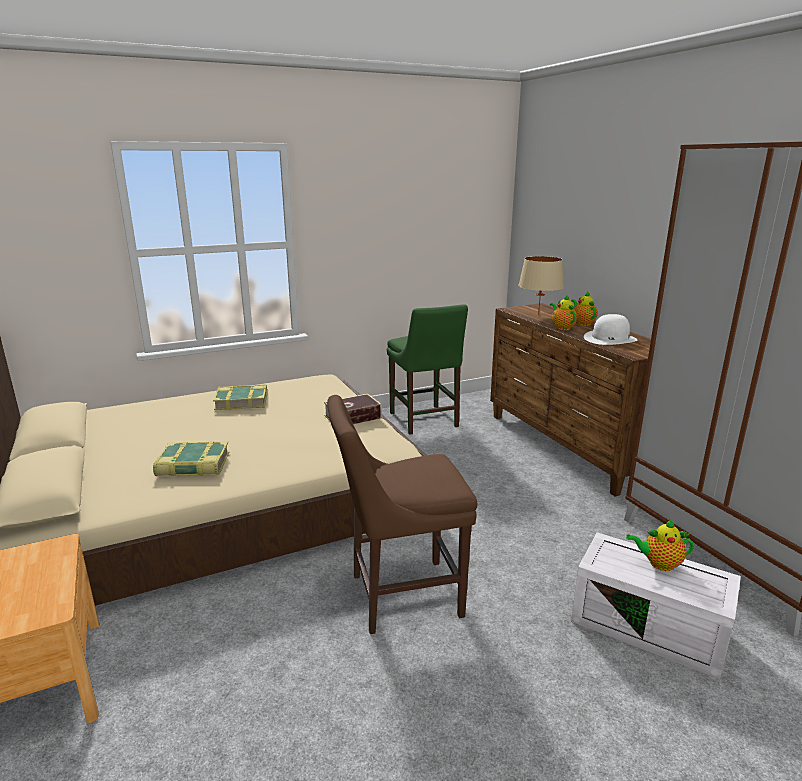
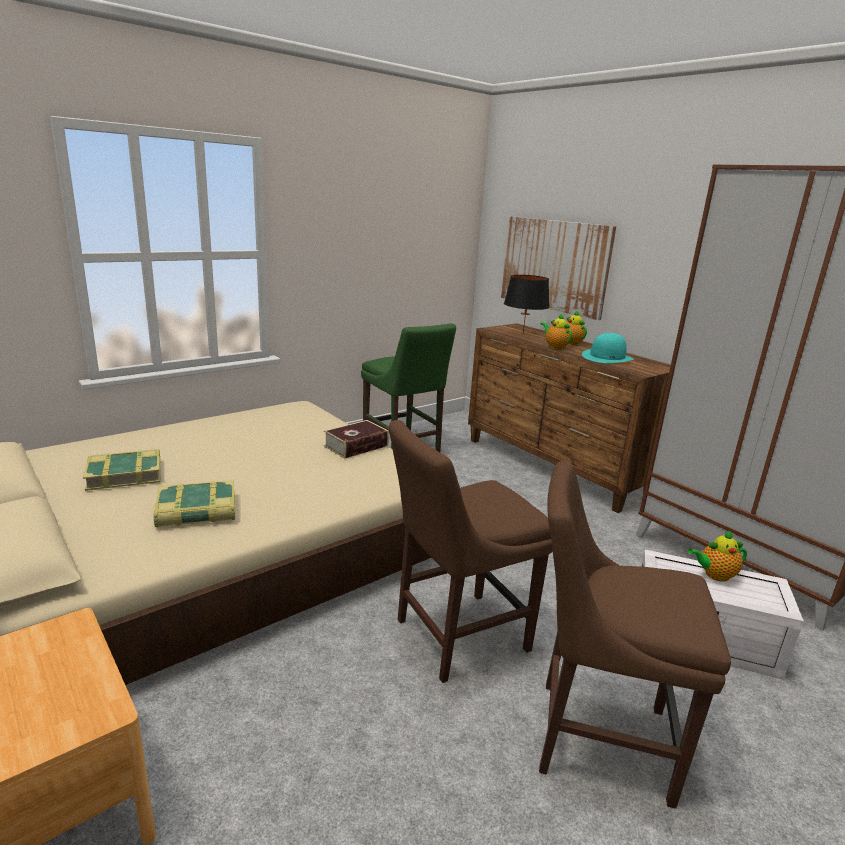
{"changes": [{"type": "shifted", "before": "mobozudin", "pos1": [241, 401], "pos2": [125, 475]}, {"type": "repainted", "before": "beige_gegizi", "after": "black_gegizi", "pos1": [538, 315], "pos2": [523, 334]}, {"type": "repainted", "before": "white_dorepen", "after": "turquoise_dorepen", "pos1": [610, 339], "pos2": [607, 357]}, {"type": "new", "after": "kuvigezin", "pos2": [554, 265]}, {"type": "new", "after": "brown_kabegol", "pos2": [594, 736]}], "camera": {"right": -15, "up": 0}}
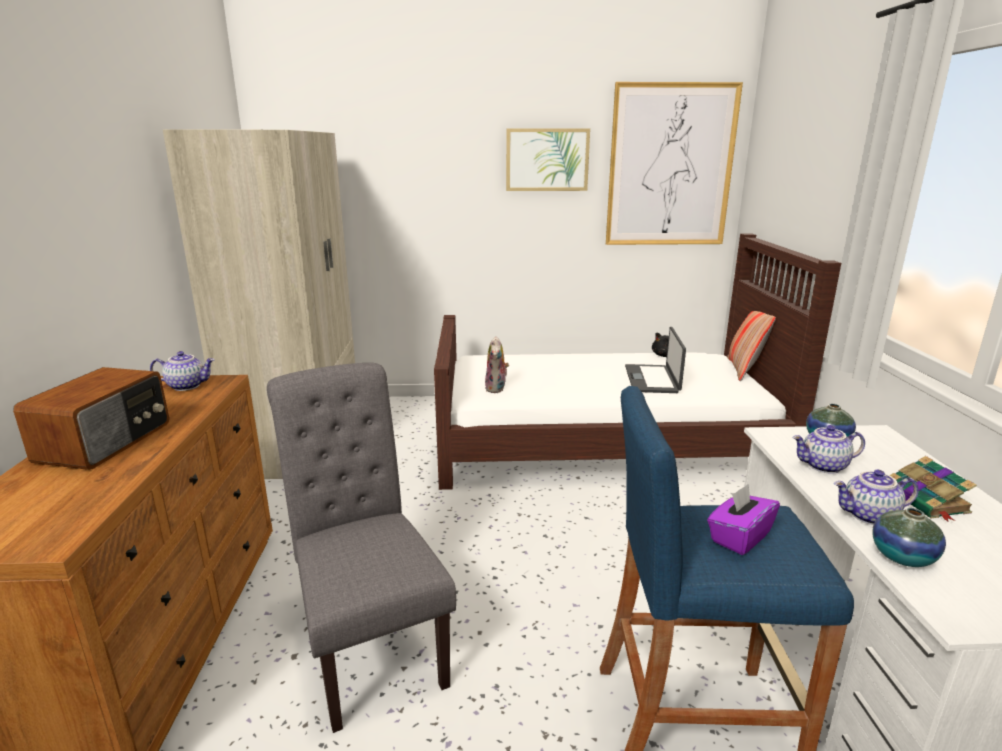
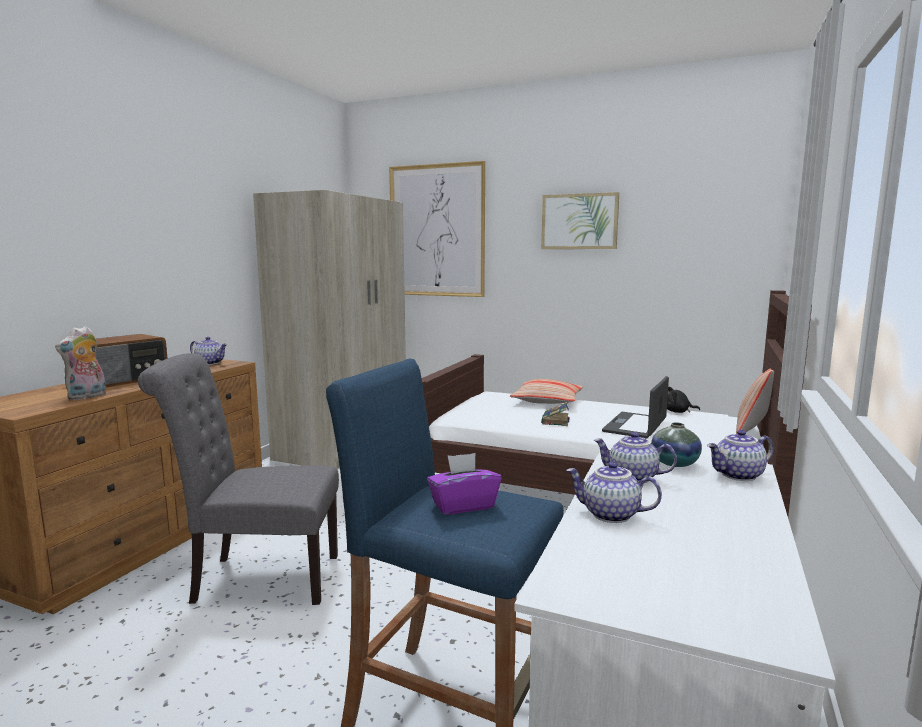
{"changes": [{"type": "rotated", "before": "grey_kabegol", "pos1": [369, 643], "pos2": [258, 579], "turn": -90}, {"type": "shifted", "before": "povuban", "pos1": [497, 389], "pos2": [87, 396]}, {"type": "shifted", "before": "kuvigezin", "pos1": [670, 166], "pos2": [437, 231]}, {"type": "gone", "before": "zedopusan", "pos1": [902, 557]}, {"type": "shifted", "before": "mobozudin", "pos1": [926, 501], "pos2": [555, 421]}, {"type": "new", "after": "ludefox", "pos2": [547, 401]}, {"type": "new", "after": "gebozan", "pos2": [738, 475]}], "camera": {"right": 25, "up": -10}}
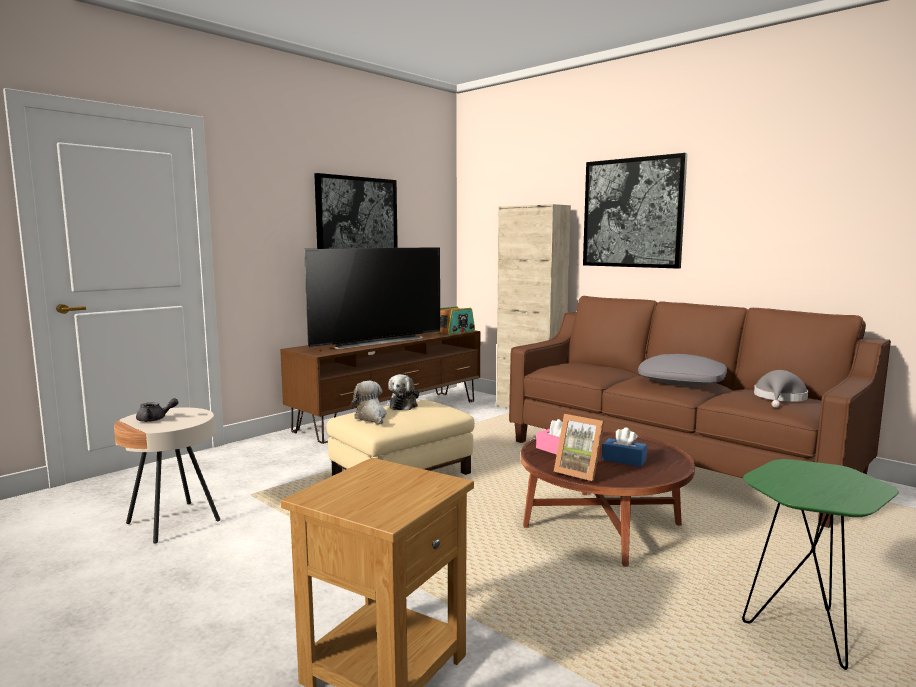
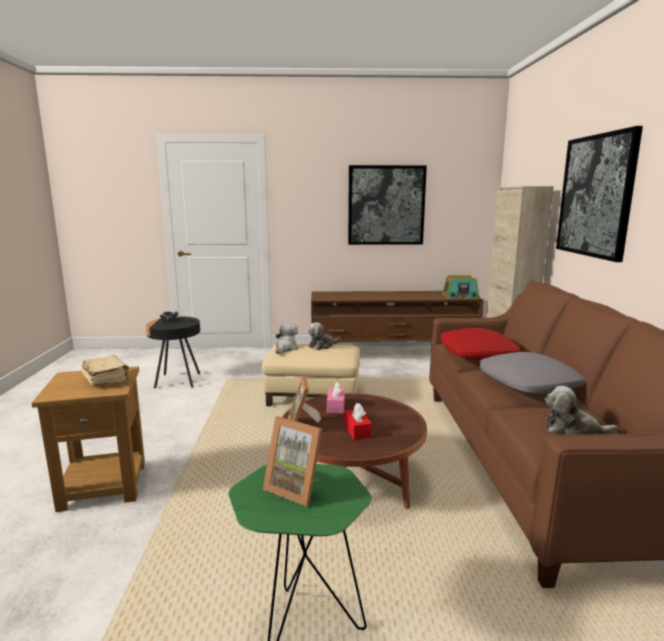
{"changes": [{"type": "repainted", "before": "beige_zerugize", "after": "black_zerugize", "pos1": [173, 522], "pos2": [178, 380]}, {"type": "gone", "before": "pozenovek", "pos1": [375, 341]}, {"type": "repainted", "before": "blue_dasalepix", "after": "red_dasalepix", "pos1": [624, 460], "pos2": [357, 430]}, {"type": "swapped", "before": "grey_dorepen", "after": "povuban", "pos1": [779, 398], "pos2": [573, 430]}, {"type": "new", "after": "beige_mobozudin", "pos2": [106, 379]}, {"type": "new", "after": "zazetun", "pos2": [296, 488]}, {"type": "new", "after": "red_ludefox", "pos2": [478, 354]}], "camera": {"right": 45, "up": 5}}
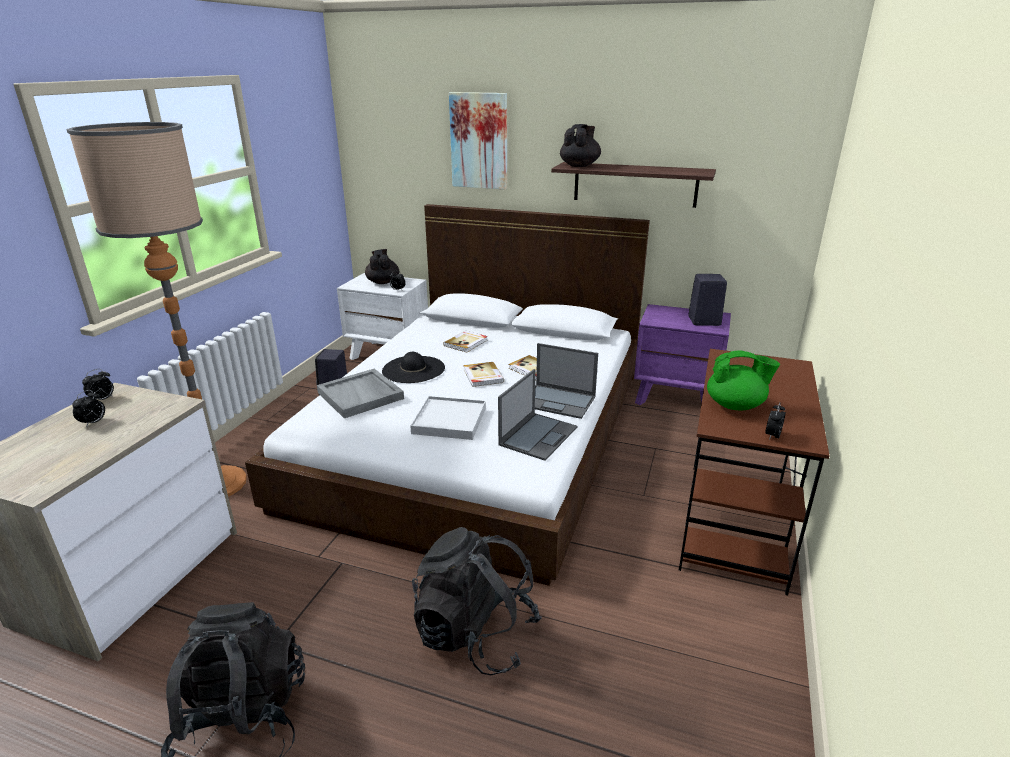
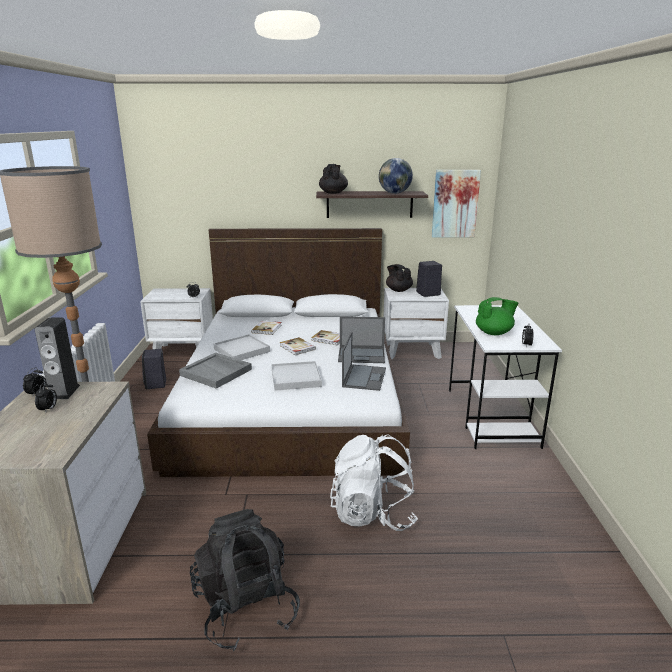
{"changes": [{"type": "shifted", "before": "black_gebozan", "pos1": [383, 282], "pos2": [398, 290]}, {"type": "swapped", "before": "black_dorepen", "after": "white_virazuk", "pos1": [413, 369], "pos2": [242, 350]}, {"type": "repainted", "before": "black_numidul", "after": "white_numidul", "pos1": [476, 634], "pos2": [373, 513]}, {"type": "shifted", "before": "kuvigezin", "pos1": [479, 141], "pos2": [455, 204]}, {"type": "repainted", "before": "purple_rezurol", "after": "white_rezurol", "pos1": [676, 397], "pos2": [412, 350]}, {"type": "repainted", "before": "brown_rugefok", "after": "white_rugefok", "pos1": [734, 524], "pos2": [491, 417]}, {"type": "new", "after": "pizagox", "pos2": [64, 392]}, {"type": "new", "after": "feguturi", "pos2": [394, 193]}], "camera": {"right": -20, "up": -5}}
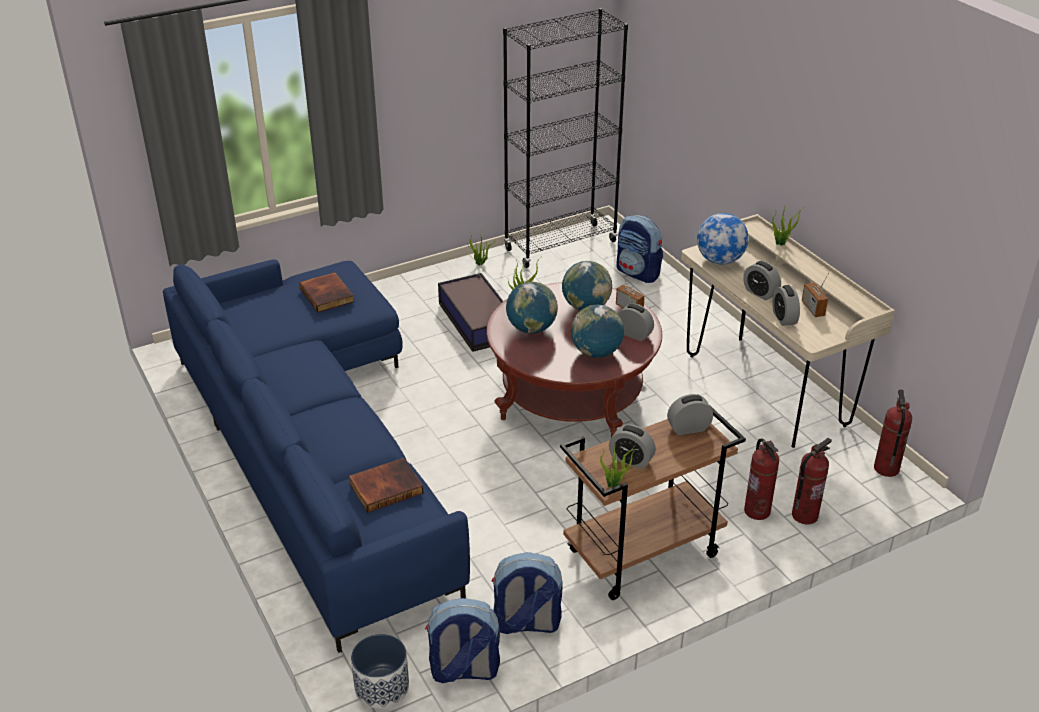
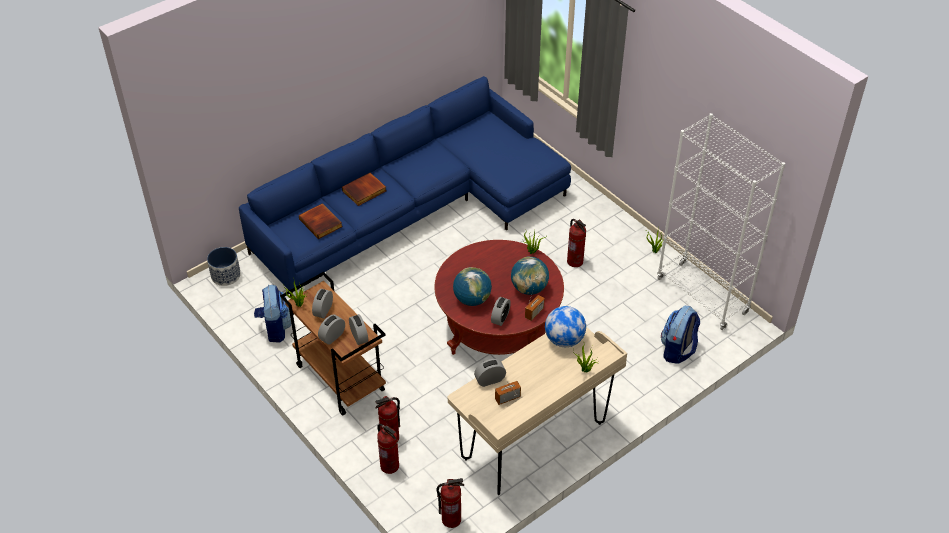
{"changes": [{"type": "shifted", "before": "mobozudin", "pos1": [328, 295], "pos2": [364, 191]}, {"type": "gone", "before": "numidul", "pos1": [463, 671]}, {"type": "swapped", "before": "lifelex", "after": "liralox", "pos1": [477, 320], "pos2": [575, 261]}, {"type": "repainted", "before": "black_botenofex", "after": "white_botenofex", "pos1": [560, 245], "pos2": [702, 296]}, {"type": "gone", "before": "feguturi", "pos1": [531, 329]}, {"type": "shifted", "before": "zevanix", "pos1": [760, 293], "pos2": [332, 336]}], "camera": {"right": 80, "up": 10}}
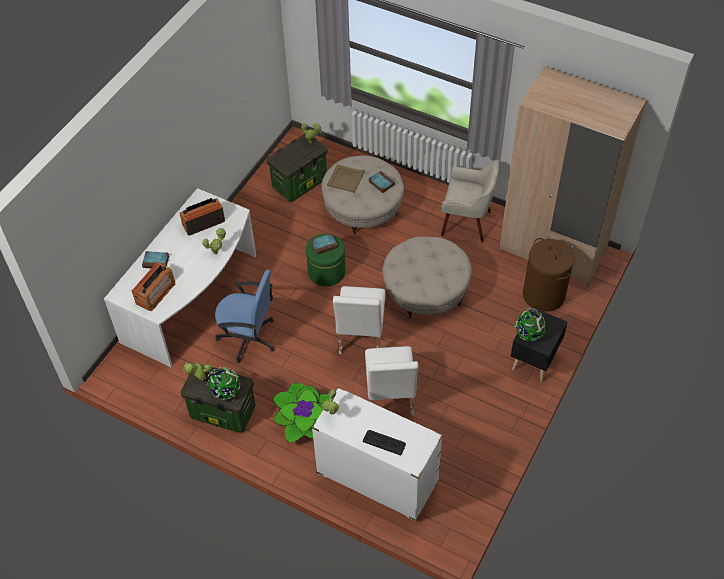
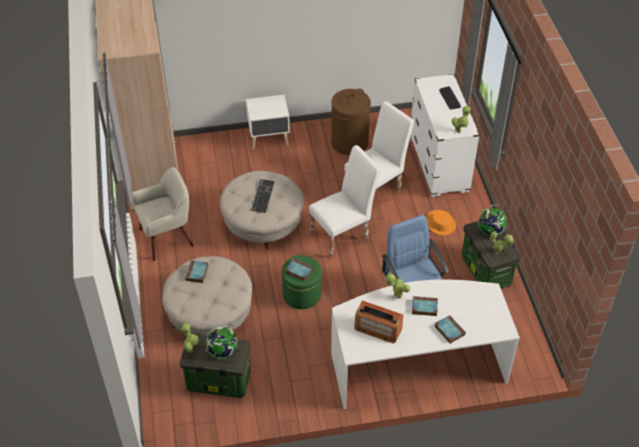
{"changes": [{"type": "gone", "before": "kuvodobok", "pos1": [155, 293]}, {"type": "swapped", "before": "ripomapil", "after": "orange_dorepen", "pos1": [305, 420], "pos2": [440, 223]}, {"type": "gone", "before": "beige_virazuk", "pos1": [345, 179]}, {"type": "rotated", "before": "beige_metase", "pos1": [467, 223], "pos2": [167, 238], "turn": 90}, {"type": "repainted", "before": "black_rezurol", "after": "white_rezurol", "pos1": [533, 360], "pos2": [269, 139]}, {"type": "shifted", "before": "feguturi", "pos1": [528, 334], "pos2": [222, 352]}, {"type": "shifted", "before": "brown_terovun", "pos1": [544, 295], "pos2": [349, 142]}, {"type": "new", "after": "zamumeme", "pos2": [262, 195]}, {"type": "new", "after": "mobozudin", "pos2": [424, 307]}], "camera": {"right": -130, "up": -5}}
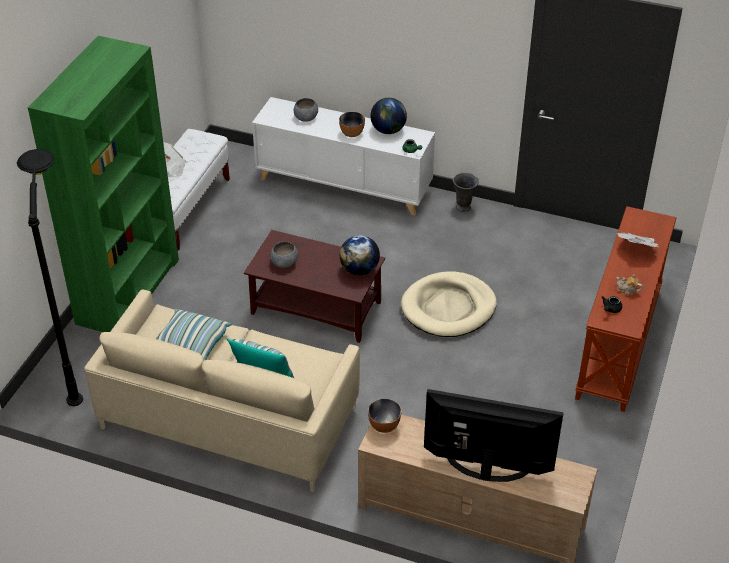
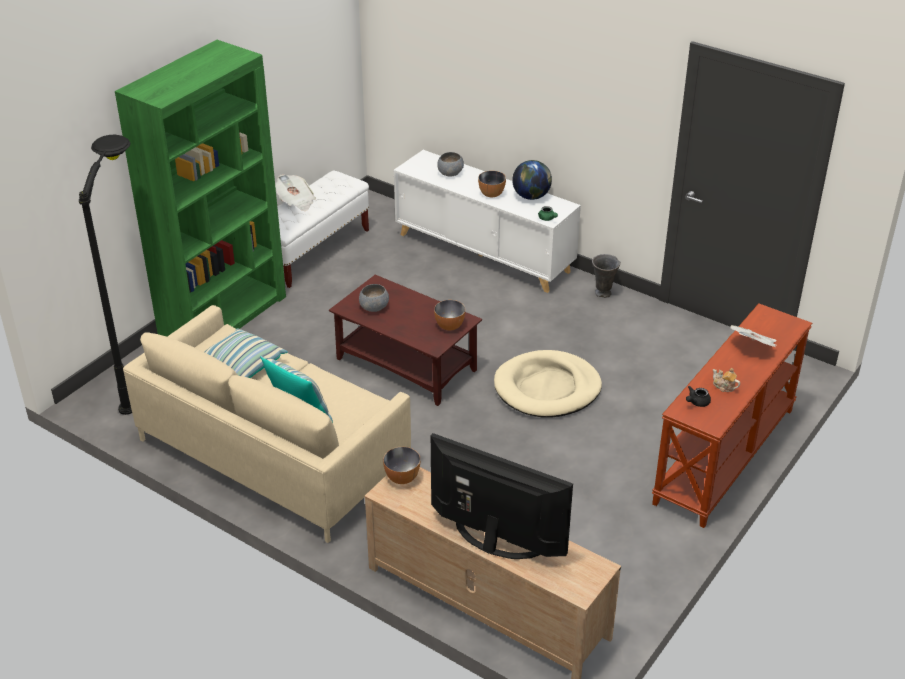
{"changes": [{"type": "swapped", "before": "feguturi", "after": "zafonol", "pos1": [359, 270], "pos2": [449, 326]}], "camera": {"right": 15, "up": -5}}
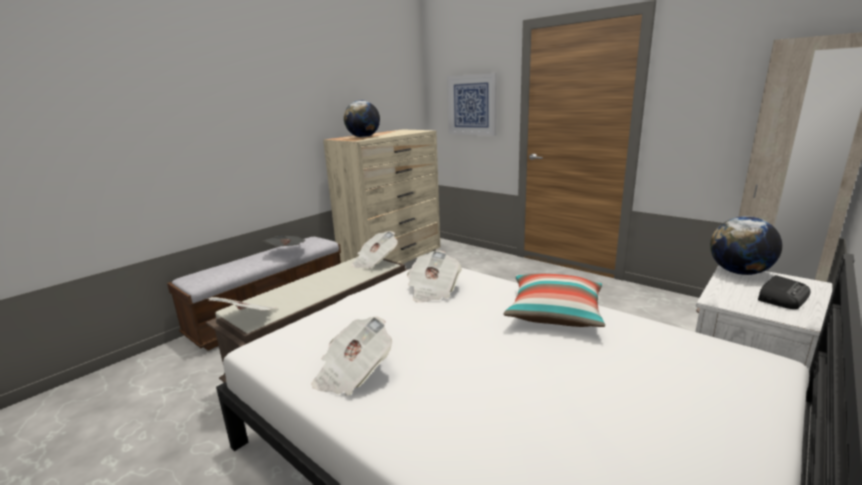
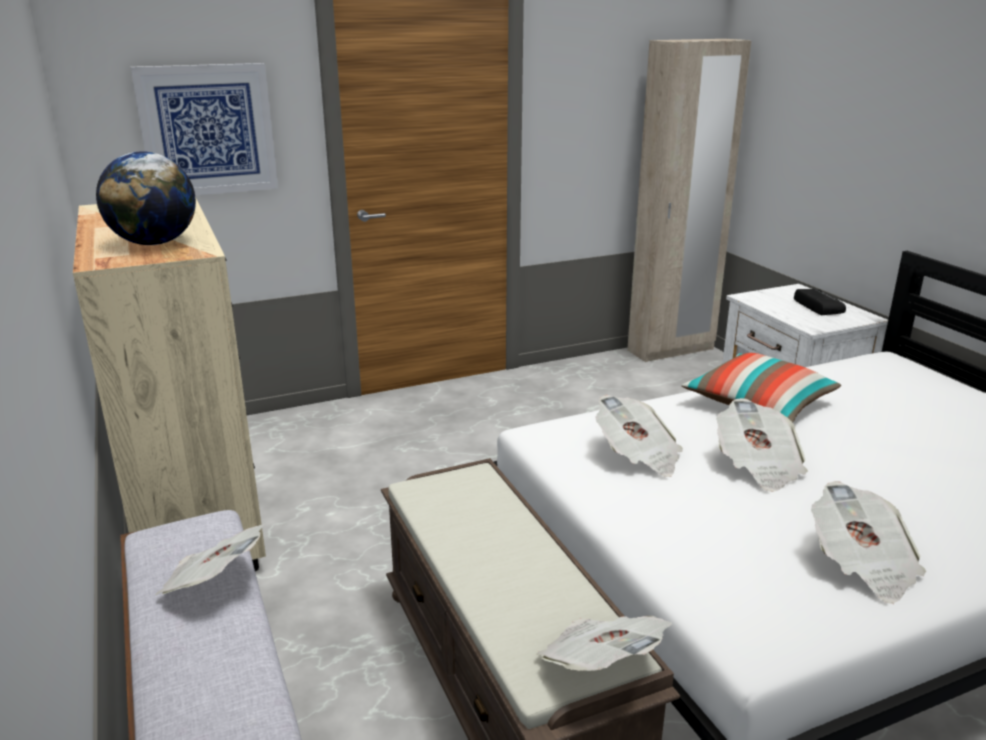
{"changes": [{"type": "shifted", "before": "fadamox", "pos1": [374, 262], "pos2": [758, 466]}, {"type": "gone", "before": "feguturi", "pos1": [739, 272]}], "camera": {"right": -65, "up": 5}}
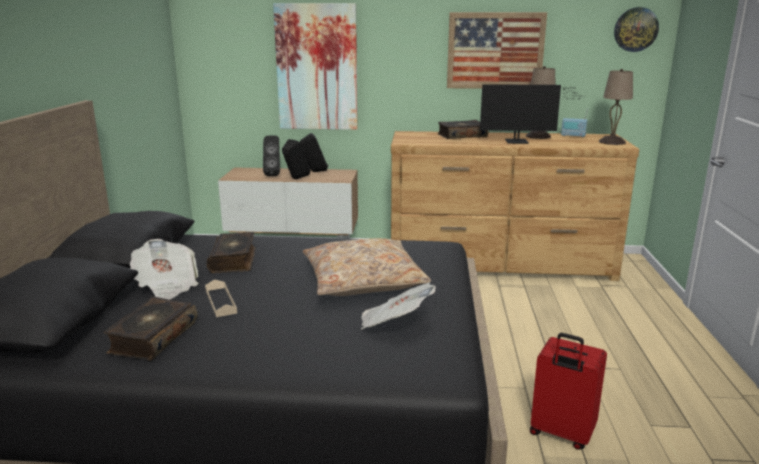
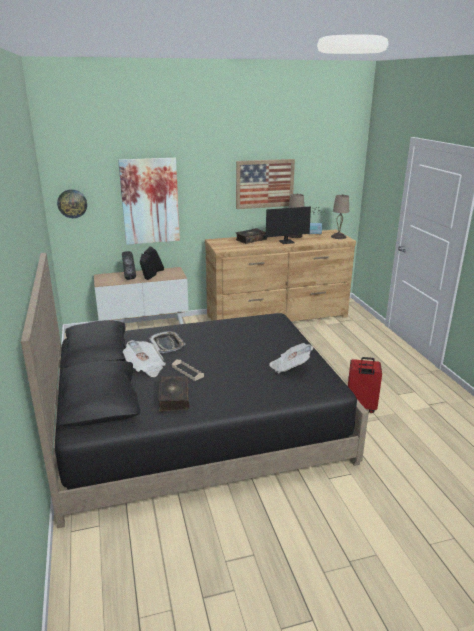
{"changes": [{"type": "swapped", "before": "mobozudin", "after": "virazuk", "pos1": [234, 260], "pos2": [167, 345]}, {"type": "gone", "before": "beige_ludefox", "pos1": [363, 281]}, {"type": "shifted", "before": "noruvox", "pos1": [635, 29], "pos2": [72, 203]}], "camera": {"right": -20, "up": 5}}
